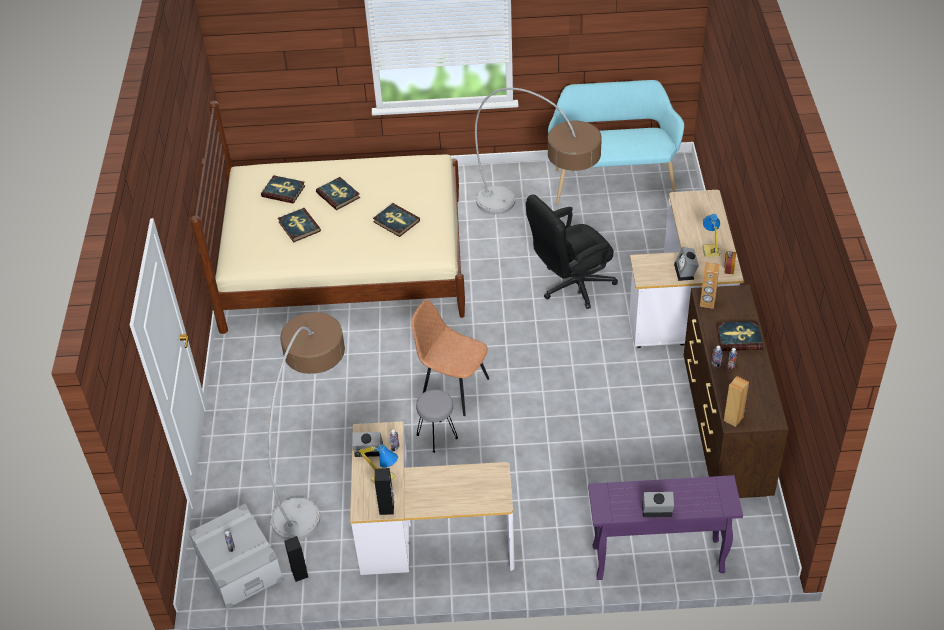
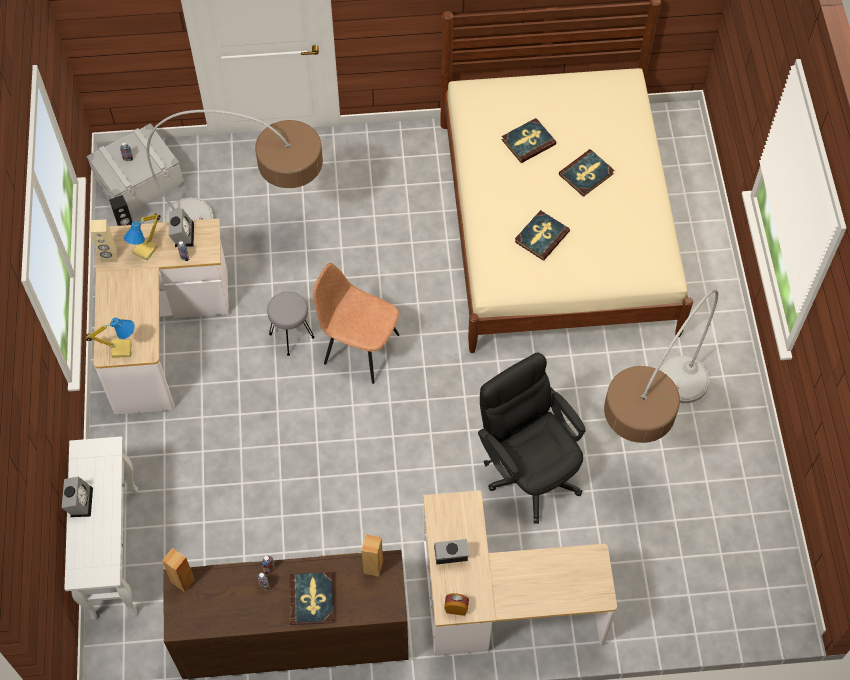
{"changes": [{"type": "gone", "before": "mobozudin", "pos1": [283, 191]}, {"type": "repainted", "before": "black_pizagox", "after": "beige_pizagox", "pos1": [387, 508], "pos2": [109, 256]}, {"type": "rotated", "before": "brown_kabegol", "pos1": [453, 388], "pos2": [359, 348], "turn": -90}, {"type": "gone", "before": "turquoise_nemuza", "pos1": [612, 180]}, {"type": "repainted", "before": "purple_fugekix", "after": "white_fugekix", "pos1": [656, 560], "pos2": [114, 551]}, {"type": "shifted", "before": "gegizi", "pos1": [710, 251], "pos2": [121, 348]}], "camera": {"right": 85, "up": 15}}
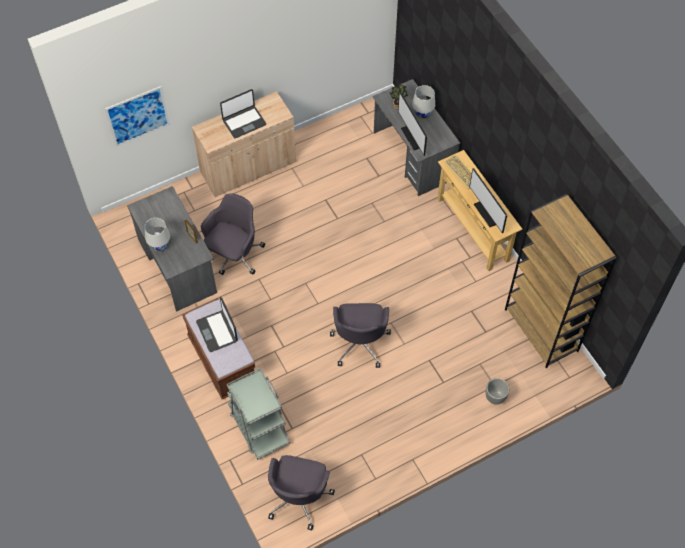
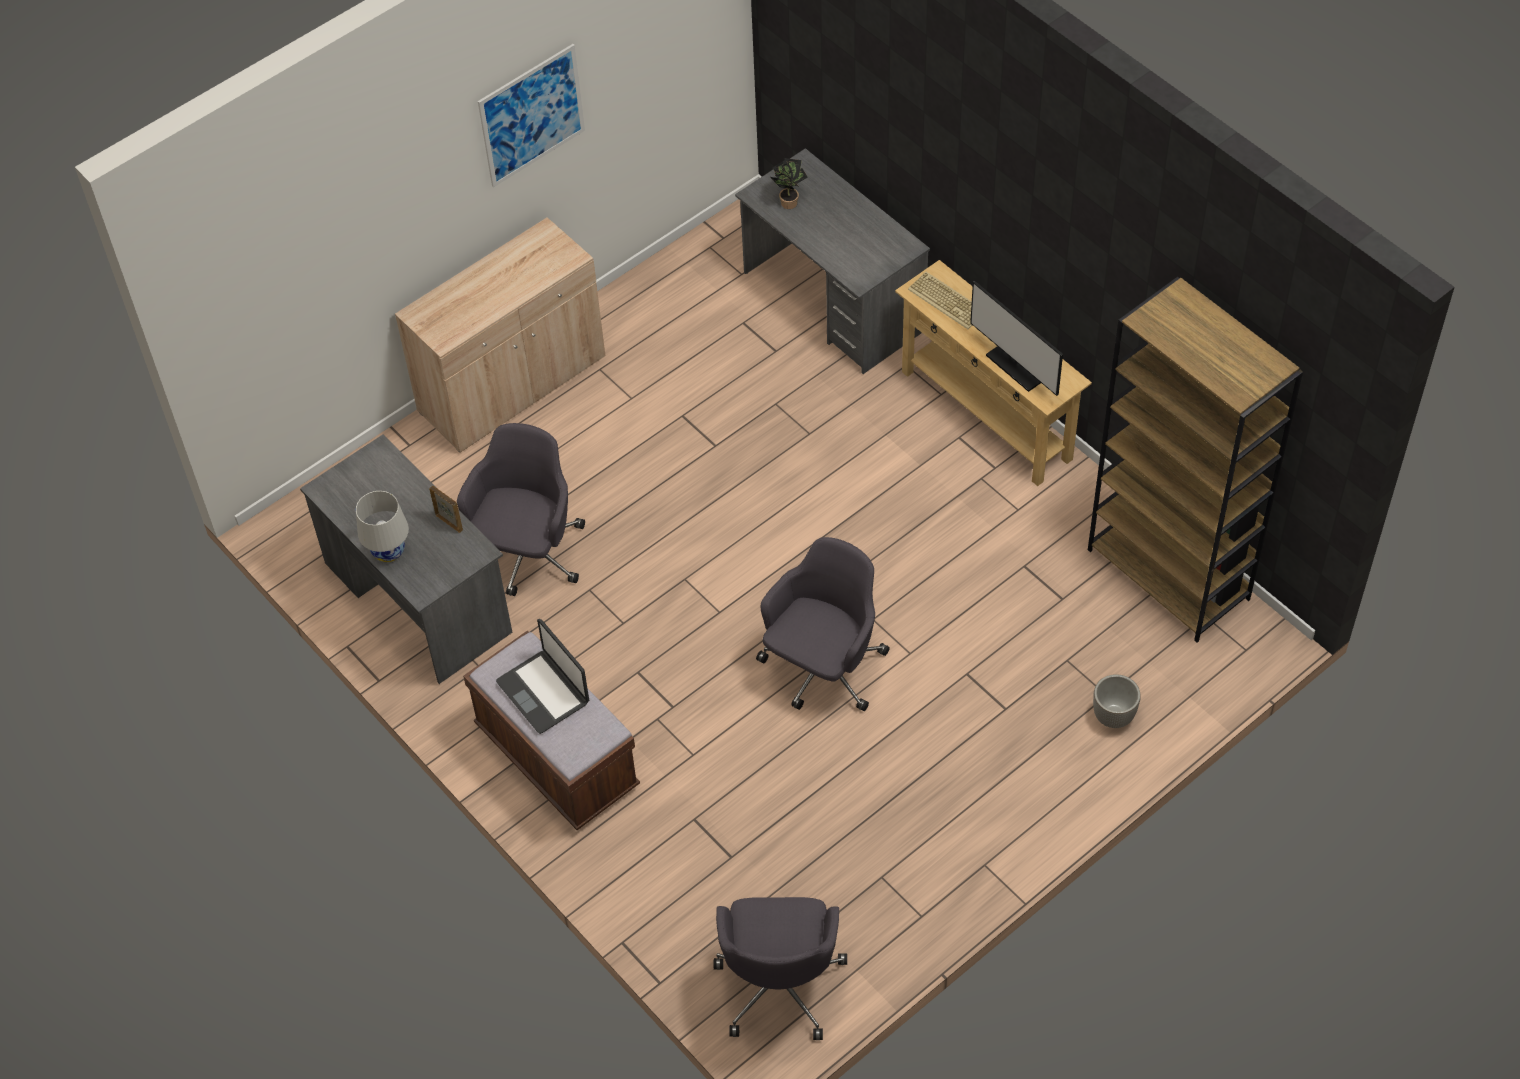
{"changes": [{"type": "shifted", "before": "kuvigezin", "pos1": [137, 116], "pos2": [532, 115]}, {"type": "gone", "before": "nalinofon", "pos1": [244, 122]}, {"type": "gone", "before": "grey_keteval", "pos1": [259, 426]}, {"type": "rotated", "before": "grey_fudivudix", "pos1": [360, 343], "pos2": [823, 669], "turn": -135}, {"type": "gone", "before": "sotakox", "pos1": [413, 137]}, {"type": "gone", "before": "white_gegizi", "pos1": [422, 114]}], "camera": {"right": -10, "up": -5}}
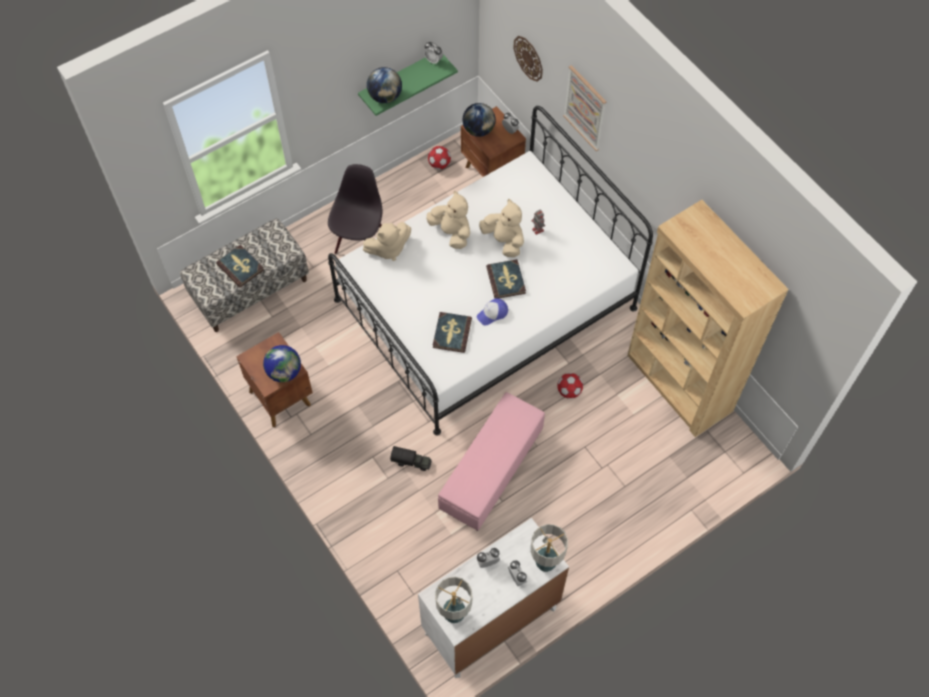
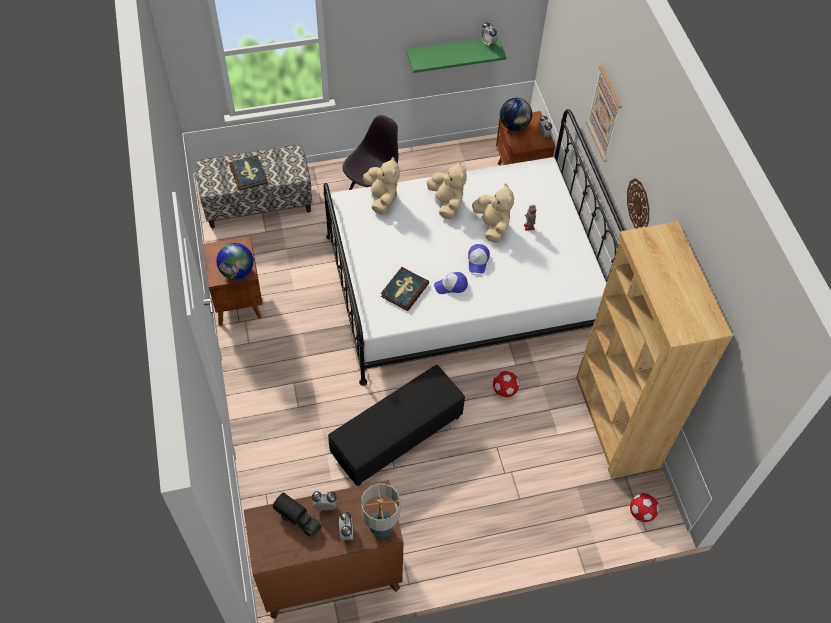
{"changes": [{"type": "rotated", "before": "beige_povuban", "pos1": [388, 249], "pos2": [382, 198], "turn": -105}, {"type": "gone", "before": "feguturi", "pos1": [385, 96]}, {"type": "shifted", "before": "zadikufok", "pos1": [411, 462], "pos2": [298, 519]}, {"type": "repainted", "before": "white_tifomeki", "after": "brown_tifomeki", "pos1": [491, 620], "pos2": [330, 576]}, {"type": "shifted", "before": "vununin", "pos1": [439, 164], "pos2": [641, 513]}, {"type": "gone", "before": "gegizi", "pos1": [454, 614]}, {"type": "repainted", "before": "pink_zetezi", "after": "black_zetezi", "pos1": [490, 470], "pos2": [396, 435]}, {"type": "swapped", "before": "mobozudin", "after": "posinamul", "pos1": [506, 280], "pos2": [478, 261]}, {"type": "shifted", "before": "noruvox", "pos1": [528, 58], "pos2": [639, 205]}], "camera": {"right": 20, "up": -5}}
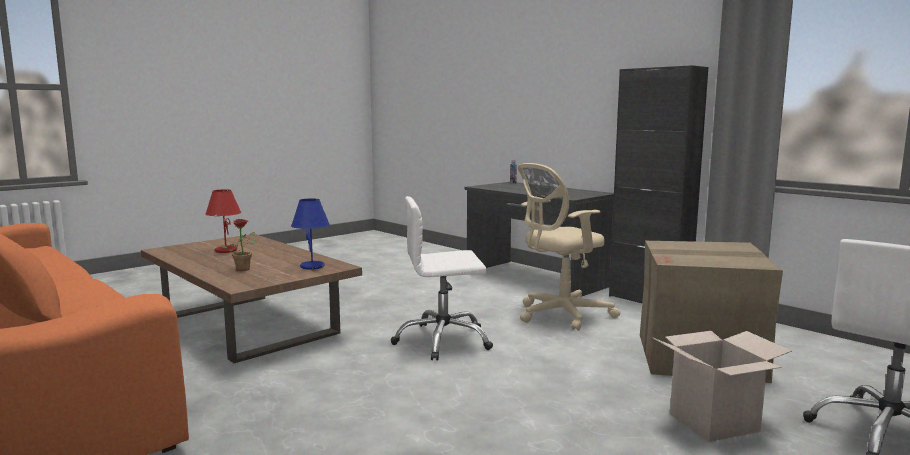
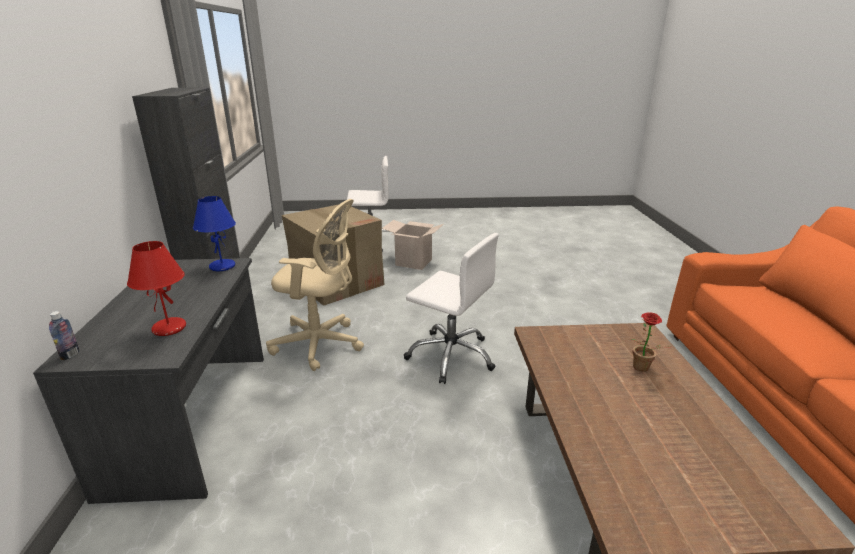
{"changes": [{"type": "shifted", "before": "red_gegizi", "pos1": [225, 250], "pos2": [169, 329]}, {"type": "shifted", "before": "blue_gegizi", "pos1": [312, 267], "pos2": [222, 266]}], "camera": {"right": -140, "up": 15}}
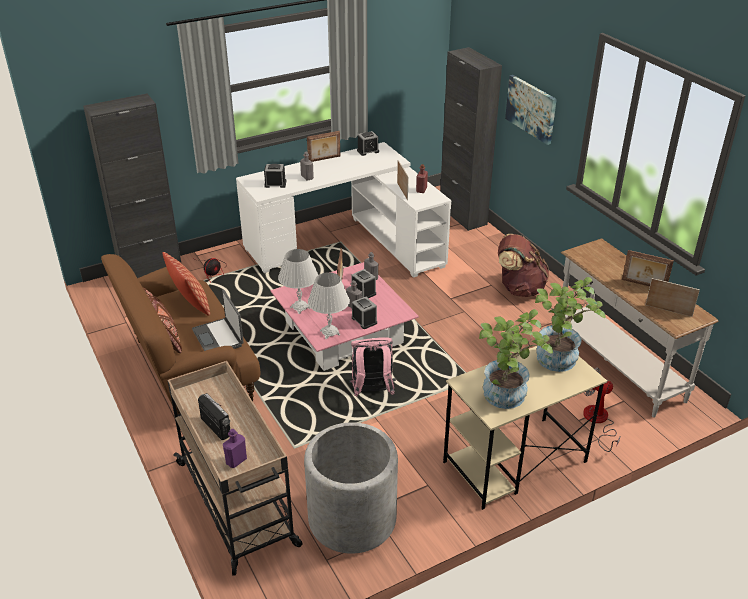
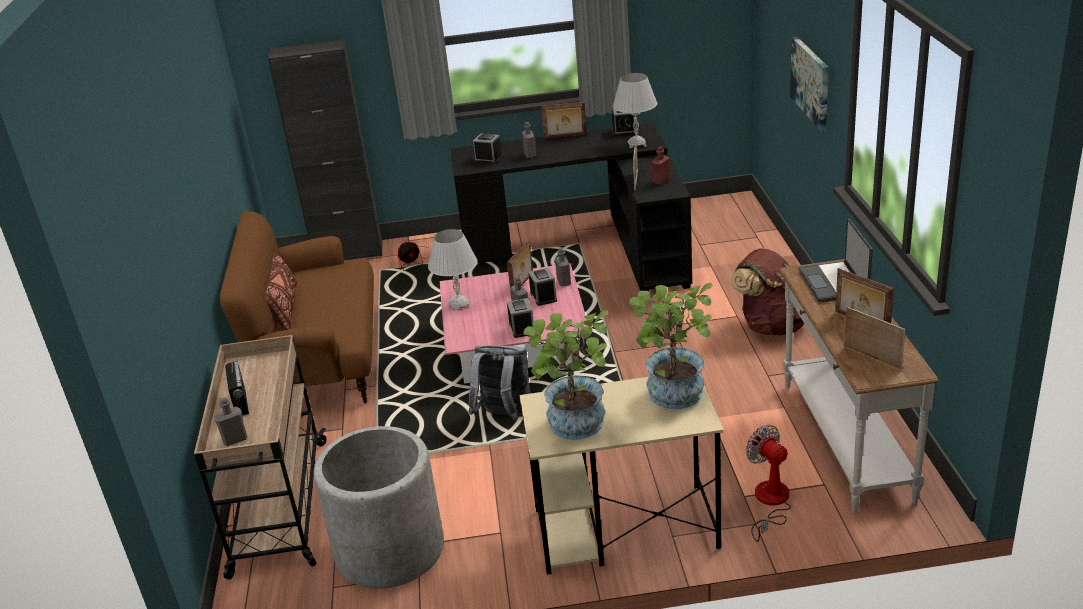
{"changes": [{"type": "gone", "before": "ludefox", "pos1": [191, 305]}, {"type": "shifted", "before": "nalinofon", "pos1": [219, 337], "pos2": [834, 283]}, {"type": "repainted", "before": "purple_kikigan", "after": "grey_kikigan", "pos1": [236, 461], "pos2": [235, 440]}, {"type": "repainted", "before": "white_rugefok", "after": "black_rugefok", "pos1": [349, 244], "pos2": [588, 247]}, {"type": "shifted", "before": "white_gegizi", "pos1": [330, 333], "pos2": [637, 144]}, {"type": "repainted", "before": "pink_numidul", "after": "grey_numidul", "pos1": [372, 392], "pos2": [505, 416]}, {"type": "gone", "before": "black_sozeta", "pos1": [463, 216]}], "camera": {"right": 25, "up": -5}}
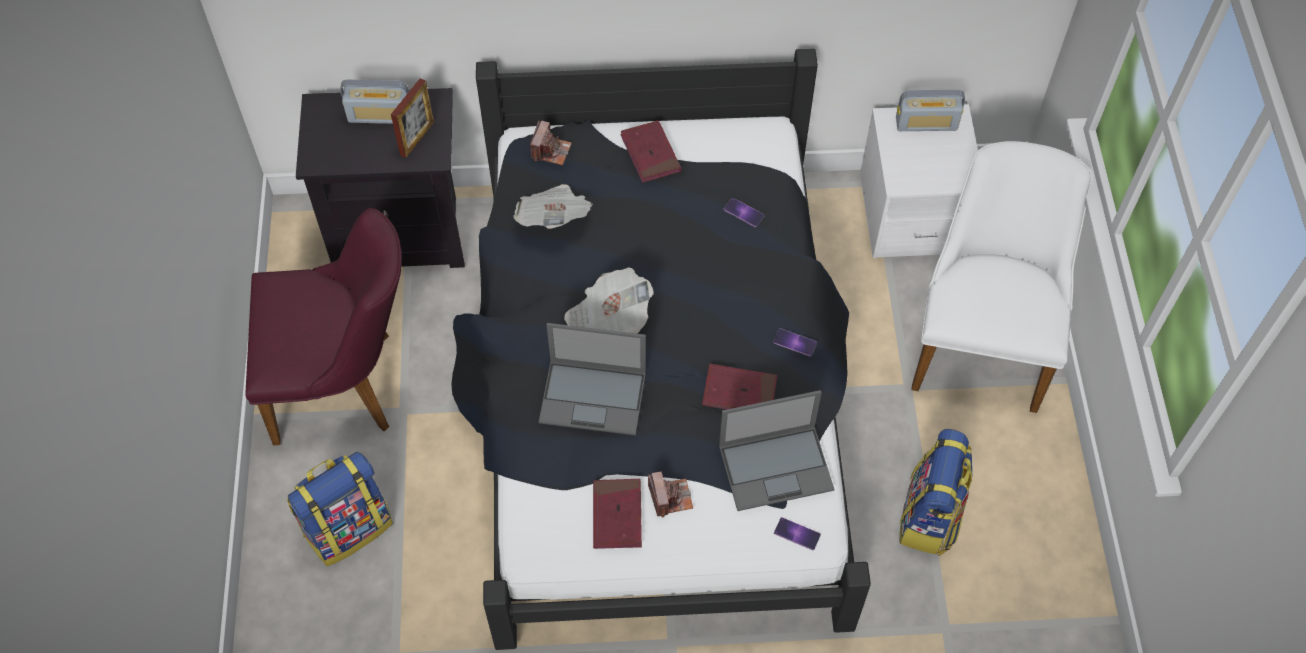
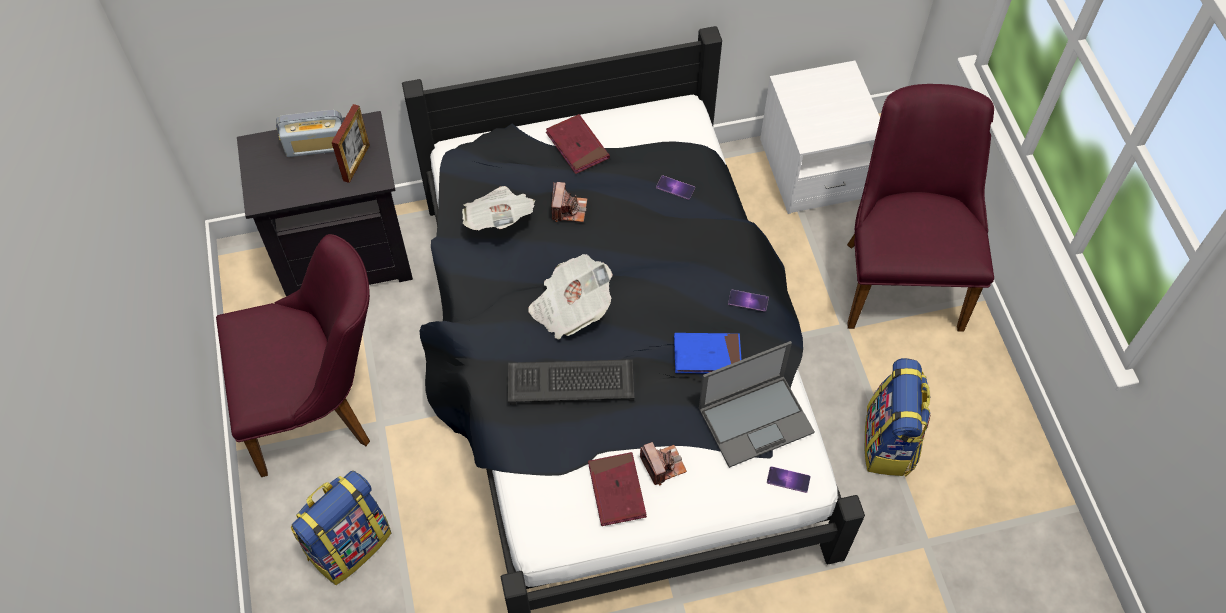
{"changes": [{"type": "shifted", "before": "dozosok", "pos1": [551, 150], "pos2": [568, 209]}, {"type": "swapped", "before": "nalinofon", "after": "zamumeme", "pos1": [594, 397], "pos2": [572, 381]}, {"type": "repainted", "before": "red_mobozudin", "after": "blue_mobozudin", "pos1": [739, 392], "pos2": [707, 355]}, {"type": "gone", "before": "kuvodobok", "pos1": [926, 123]}, {"type": "repainted", "before": "white_kabegol", "after": "purple_kabegol", "pos1": [981, 341], "pos2": [900, 274]}], "camera": {"right": -10, "up": 0}}
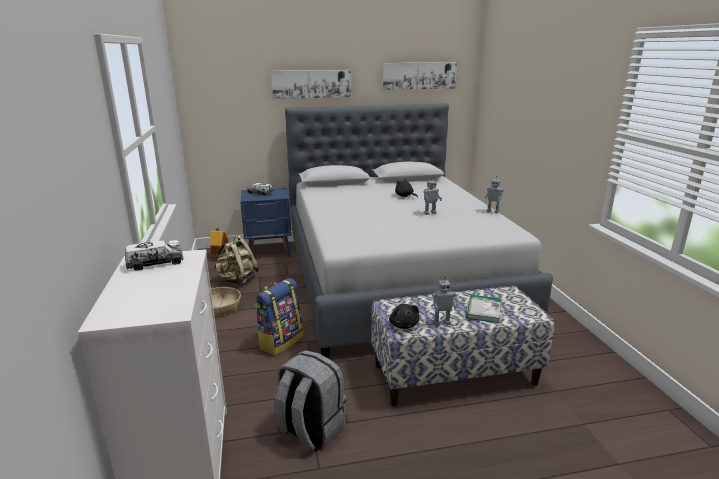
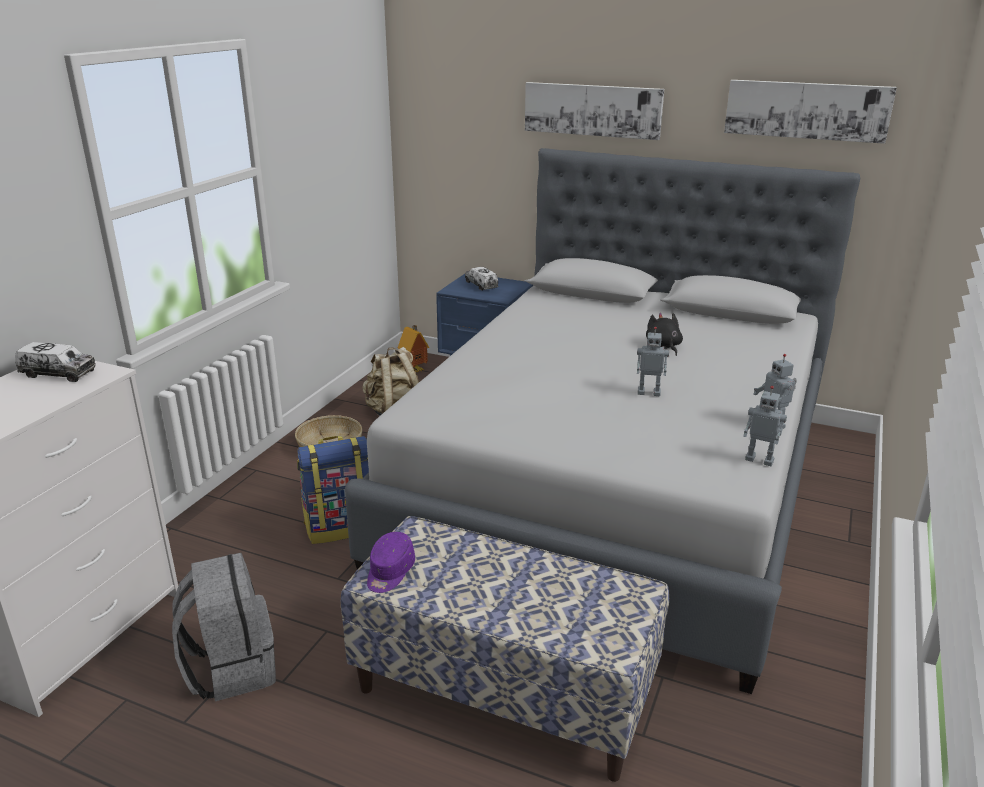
{"changes": [{"type": "swapped", "before": "black_povuban", "after": "purple_posinamul", "pos1": [403, 325], "pos2": [389, 572]}, {"type": "shifted", "before": "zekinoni", "pos1": [441, 322], "pos2": [760, 460]}, {"type": "gone", "before": "mobozudin", "pos1": [483, 310]}], "camera": {"right": 35, "up": 5}}
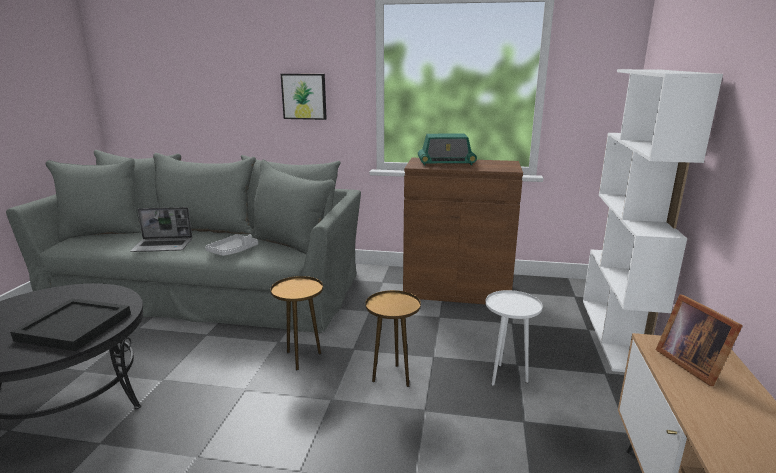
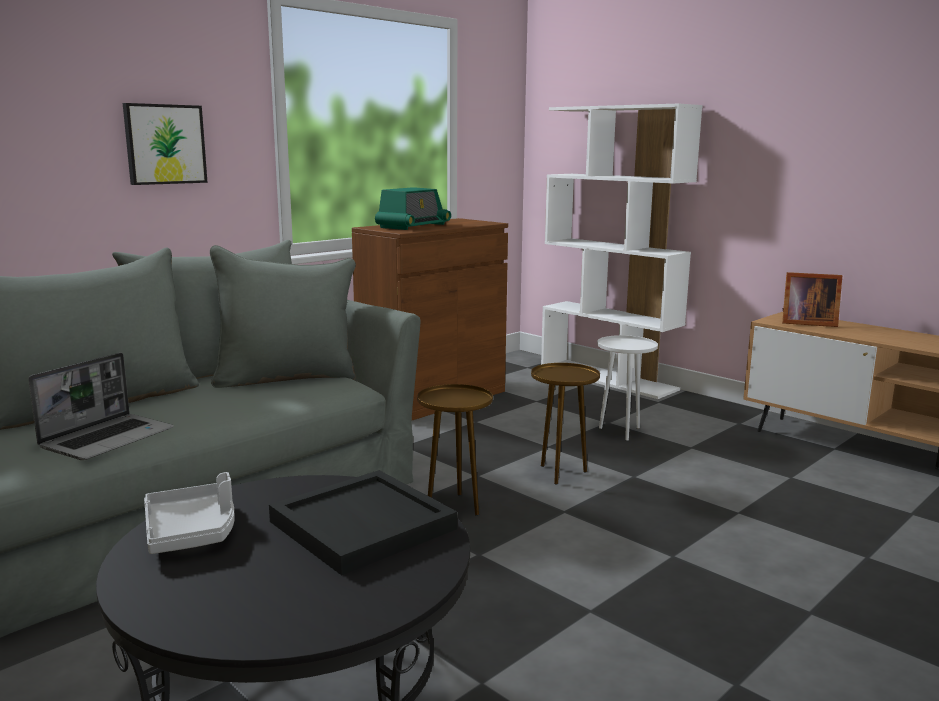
{"changes": [{"type": "shifted", "before": "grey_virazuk", "pos1": [233, 251], "pos2": [192, 531]}], "camera": {"right": -55, "up": -5}}
